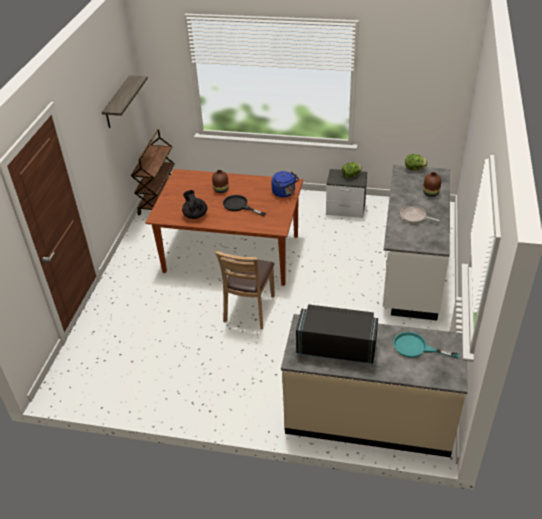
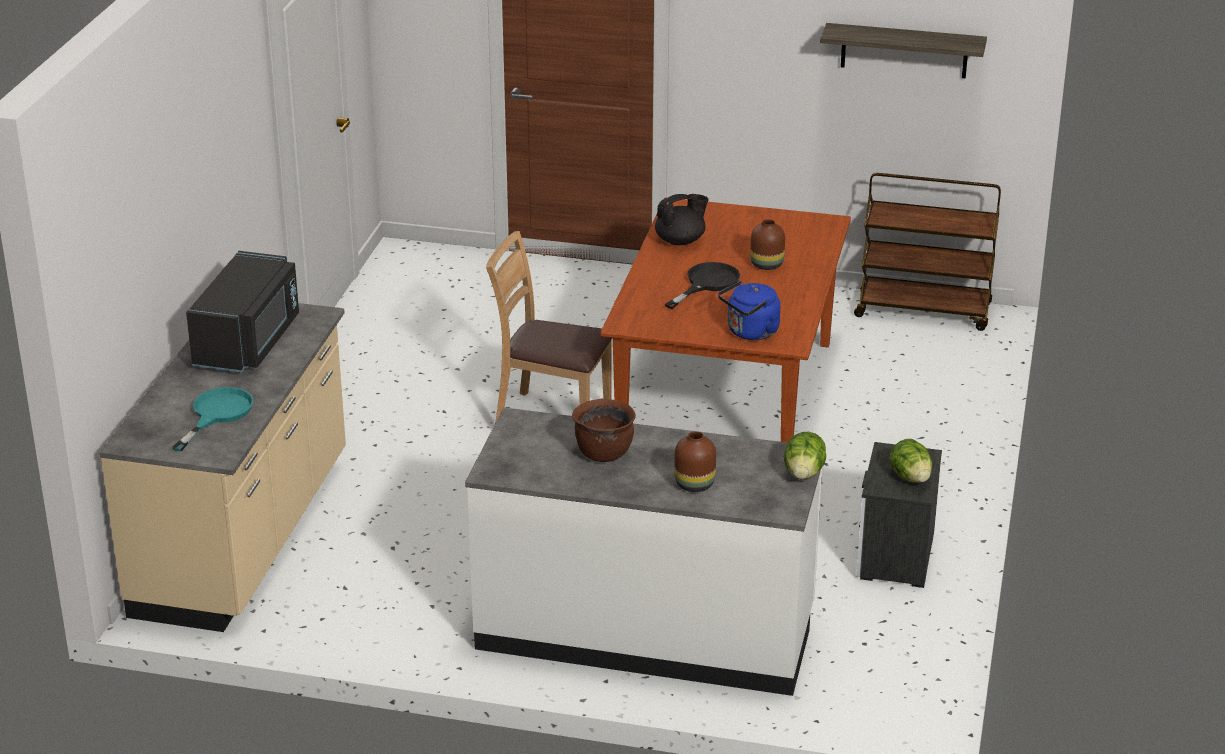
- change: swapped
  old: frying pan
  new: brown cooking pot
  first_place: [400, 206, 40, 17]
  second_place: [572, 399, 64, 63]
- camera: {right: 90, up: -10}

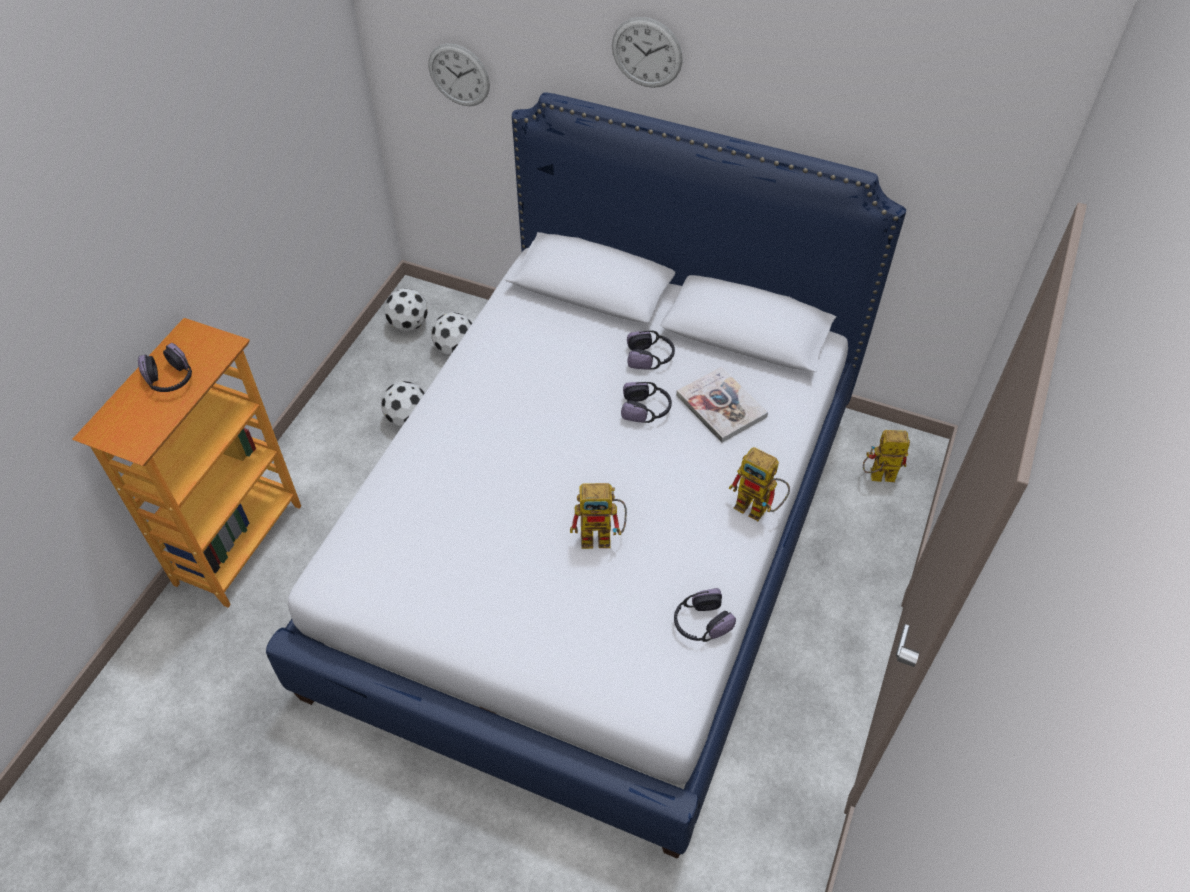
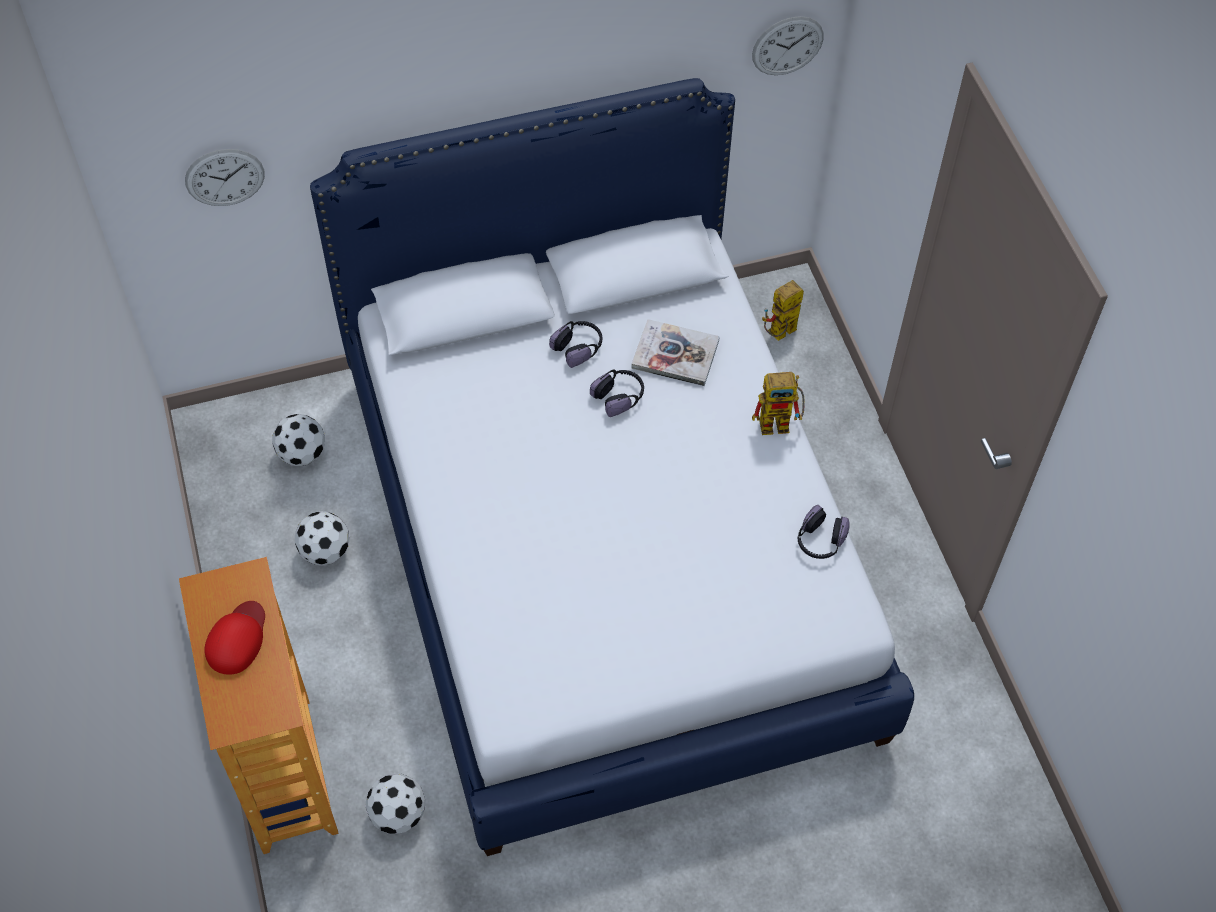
- change: swapped
  old: headphones
  new: red cap
  first_place: [138, 343, 54, 49]
  second_place: [204, 601, 61, 74]
- change: shifted
  old: football
  first_place: [384, 288, 44, 43]
  second_place: [366, 774, 59, 60]
- change: gone
  old: toy robot
  first_place: [570, 483, 57, 66]
- change: shifted
  old: wall clock
  first_place: [612, 17, 71, 71]
  second_place: [752, 16, 72, 59]
- camera: {right: -40, up: 5}

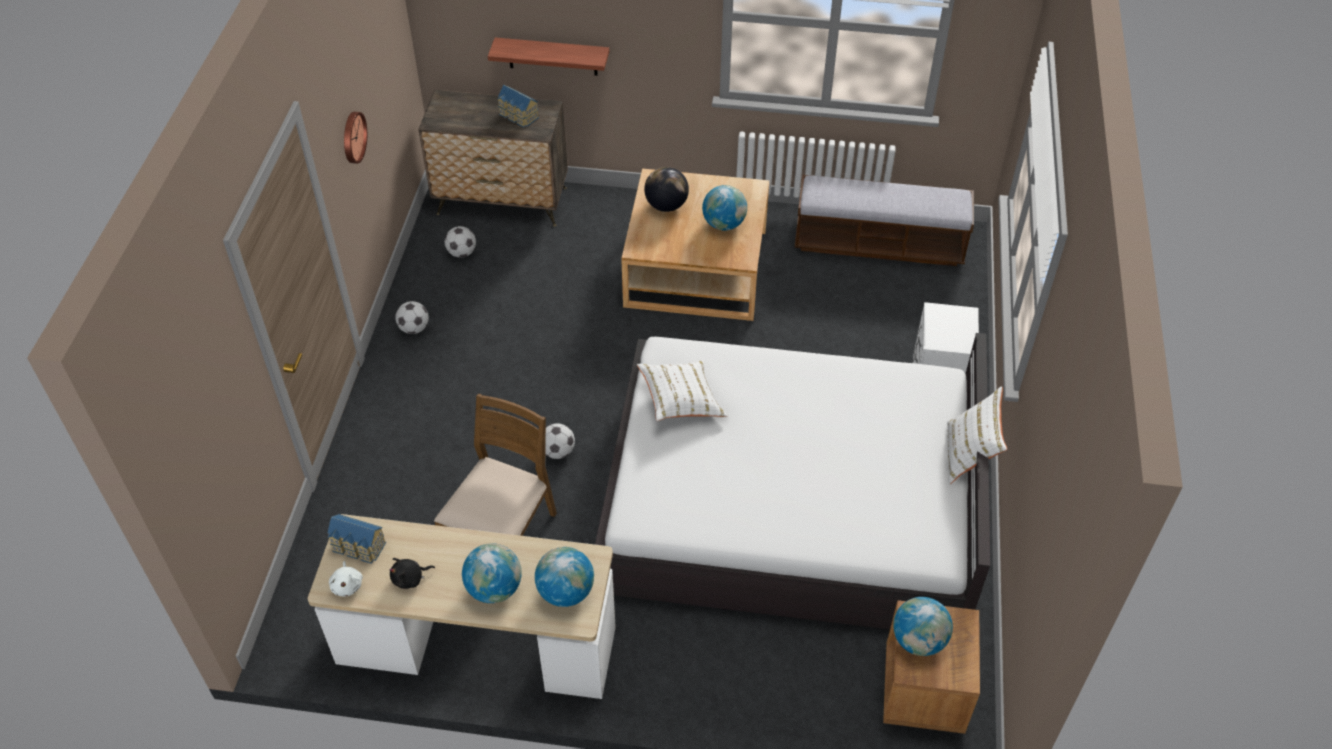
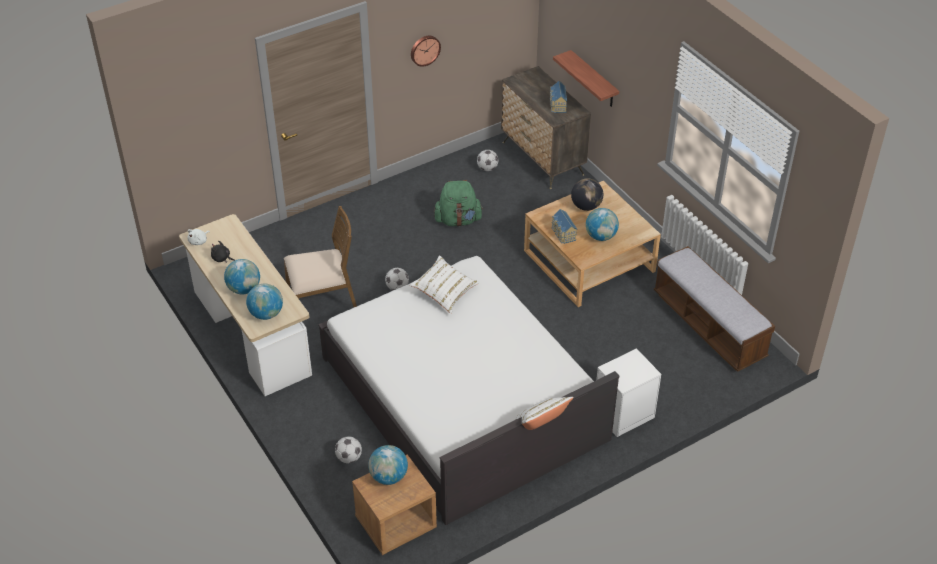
- change: shifted
  old: toy house
  first_place: [328, 514, 58, 50]
  second_place: [551, 209, 26, 35]
- change: shifted
  old: football
  first_place: [395, 301, 34, 33]
  second_place: [335, 436, 27, 27]
- change: new
  new: green backpack
  second_place: [434, 180, 49, 46]
- camera: {right: 50, up: -5}

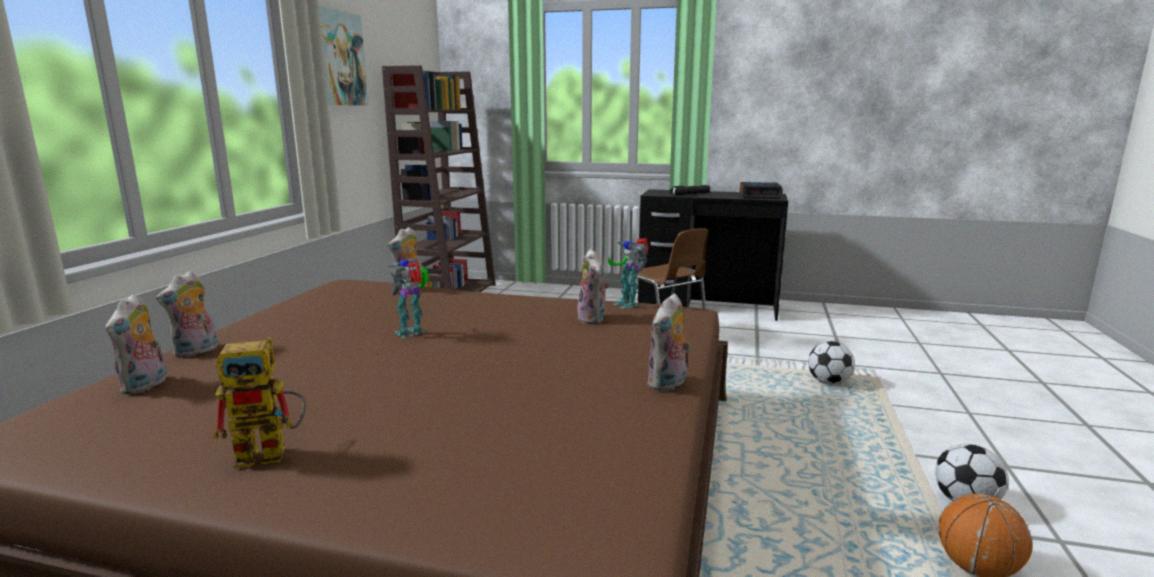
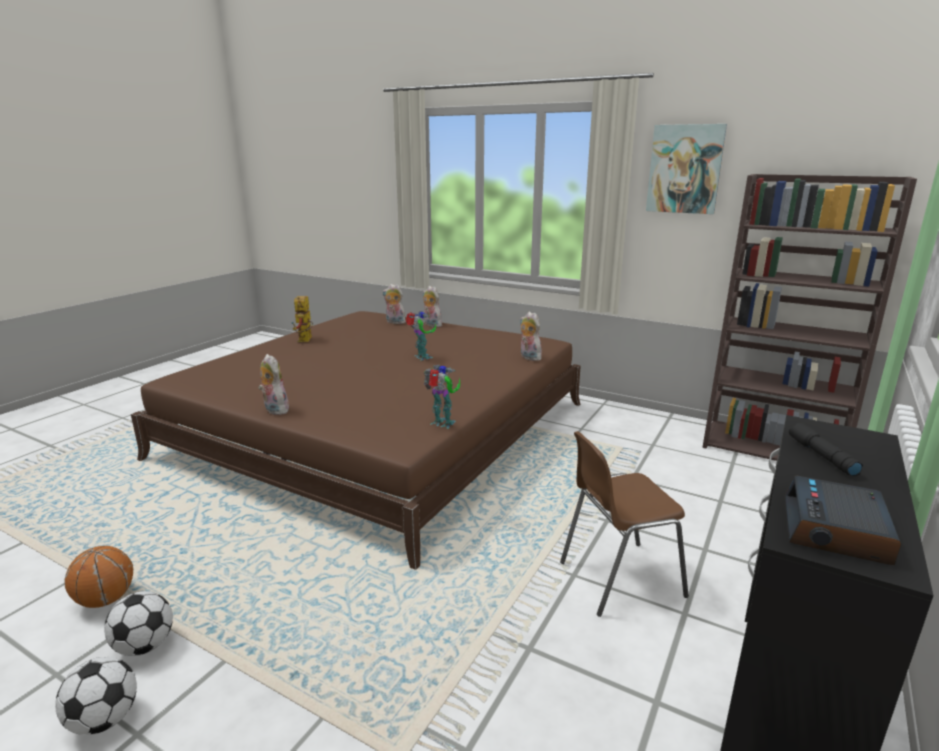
- change: gone
  old: plush toy
  first_place: [577, 249, 32, 75]
- change: rotated
  old: toy robot
  first_place: [608, 238, 41, 71]
  second_place: [423, 365, 38, 64]
  degrees: 45
- change: shifted
  old: football
  first_place: [808, 341, 47, 44]
  second_place: [55, 657, 82, 78]
- camera: {right: 105, up: 5}

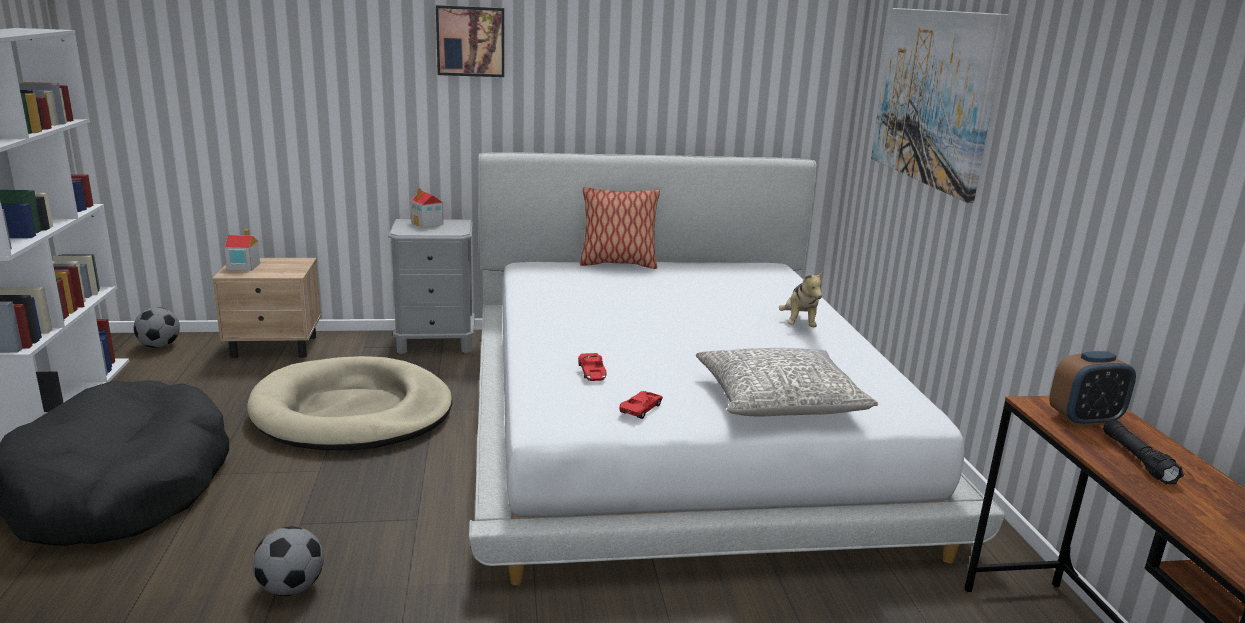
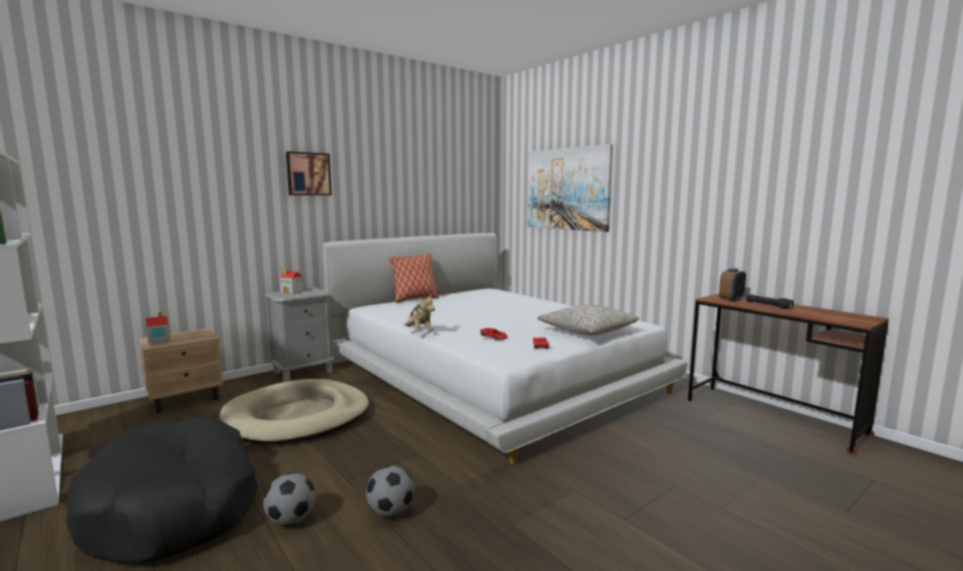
- change: shifted
  old: football
  first_place: [134, 307, 46, 41]
  second_place: [263, 473, 53, 53]
- change: shifted
  old: plush toy
  first_place: [779, 270, 45, 57]
  second_place: [404, 293, 31, 39]
- camera: {right: -30, up: -10}

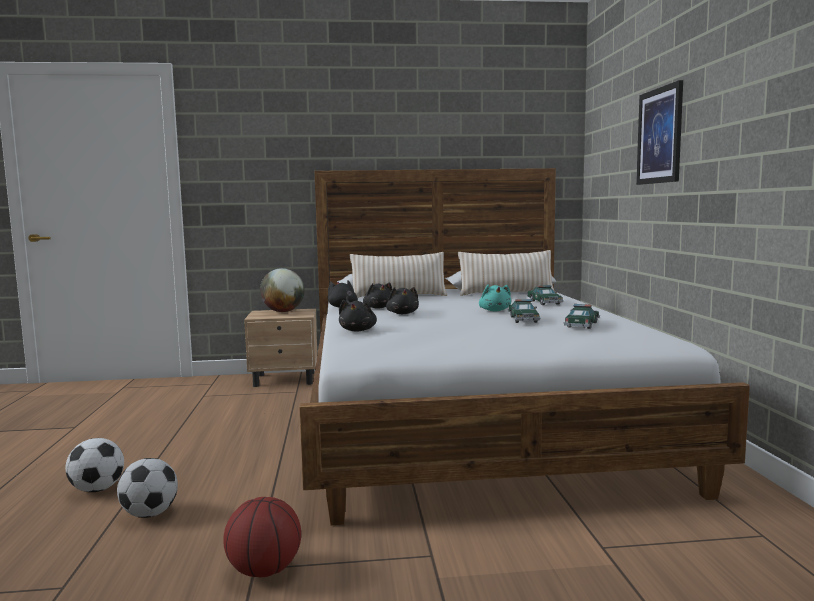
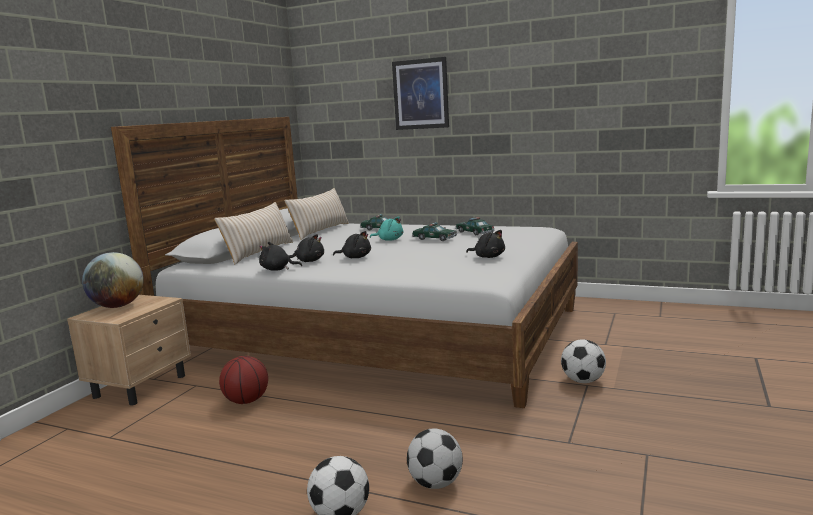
- change: shifted
  old: basketball
  first_place: [223, 497, 78, 80]
  second_place: [219, 356, 49, 48]
- change: shifted
  old: black plush toy
  first_place: [339, 300, 38, 32]
  second_place: [466, 230, 39, 28]
- change: new
  new: football
  second_place: [561, 339, 45, 44]
- camera: {right: -60, up: 5}

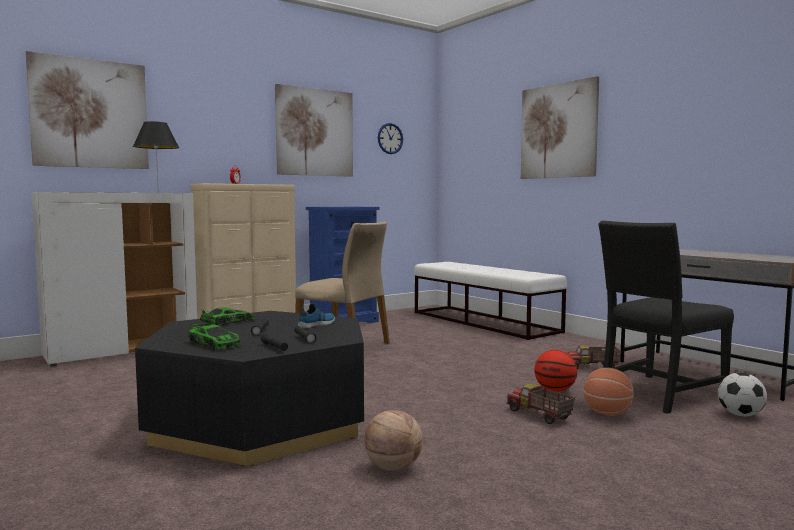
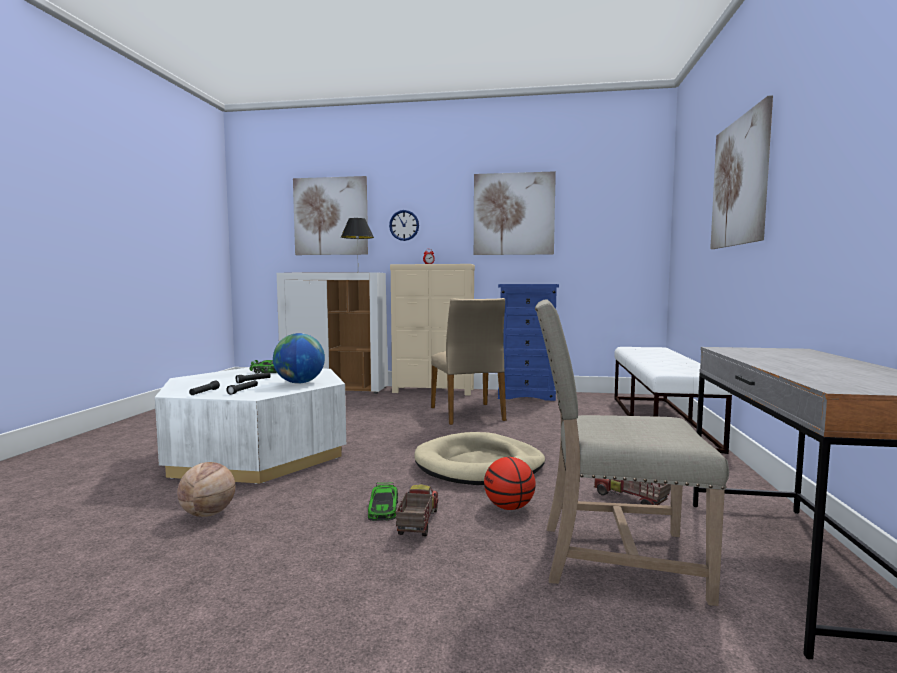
- change: repainted
  old: black coffee table
  new: white coffee table
  first_place: [135, 311, 229, 155]
  second_place: [155, 367, 191, 117]
- change: shifted
  old: toy car
  first_place: [188, 322, 53, 28]
  second_place: [368, 482, 30, 39]
- change: swapped
  old: shoe
  new: globe
  first_place: [298, 301, 37, 28]
  second_place: [273, 333, 52, 51]
- change: shifted
  old: wall clock
  first_place: [378, 123, 25, 31]
  second_place: [389, 210, 30, 31]
- change: gone
  old: basketball
  first_place: [584, 368, 50, 48]
- change: repainted
  old: black chair
  new: beige chair
  first_place: [598, 221, 136, 193]
  second_place: [535, 300, 194, 306]
- change: gone
  old: football
  first_place: [718, 373, 49, 43]
- change: new
  new: beige dog bed
  second_place: [414, 432, 131, 53]
- camera: {right: 45, up: 0}

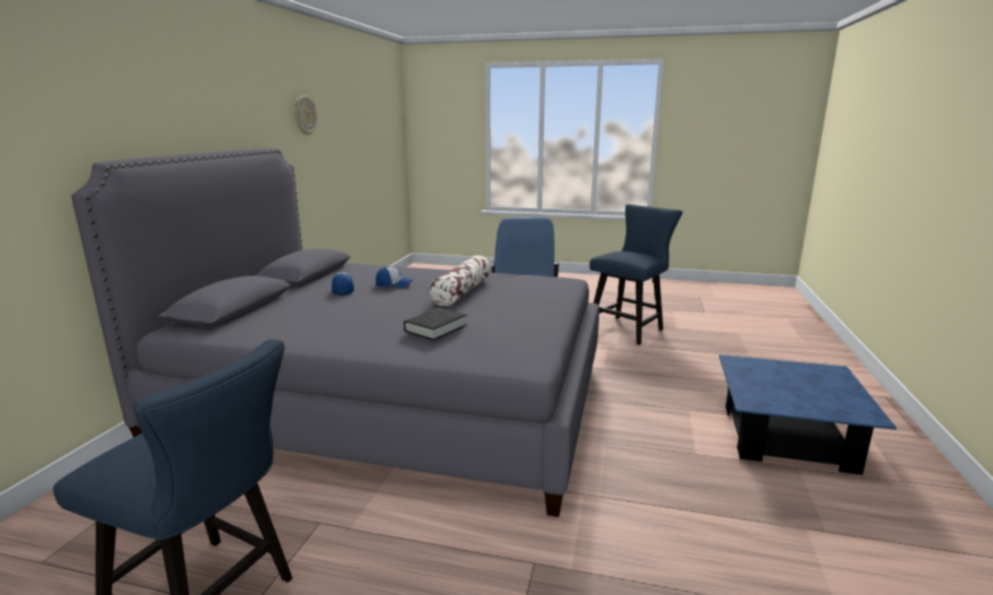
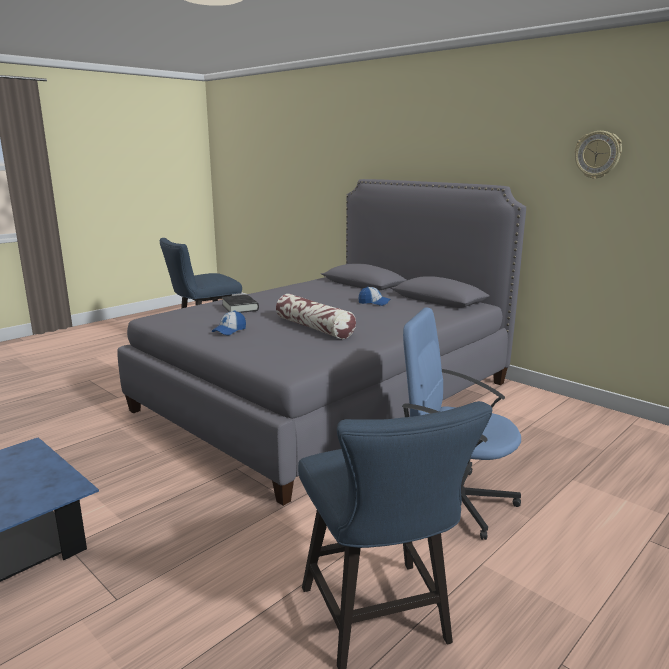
- change: shifted
  old: cap
  first_place: [376, 267, 37, 21]
  second_place: [212, 310, 34, 25]
- camera: {right: 120, up: 0}

